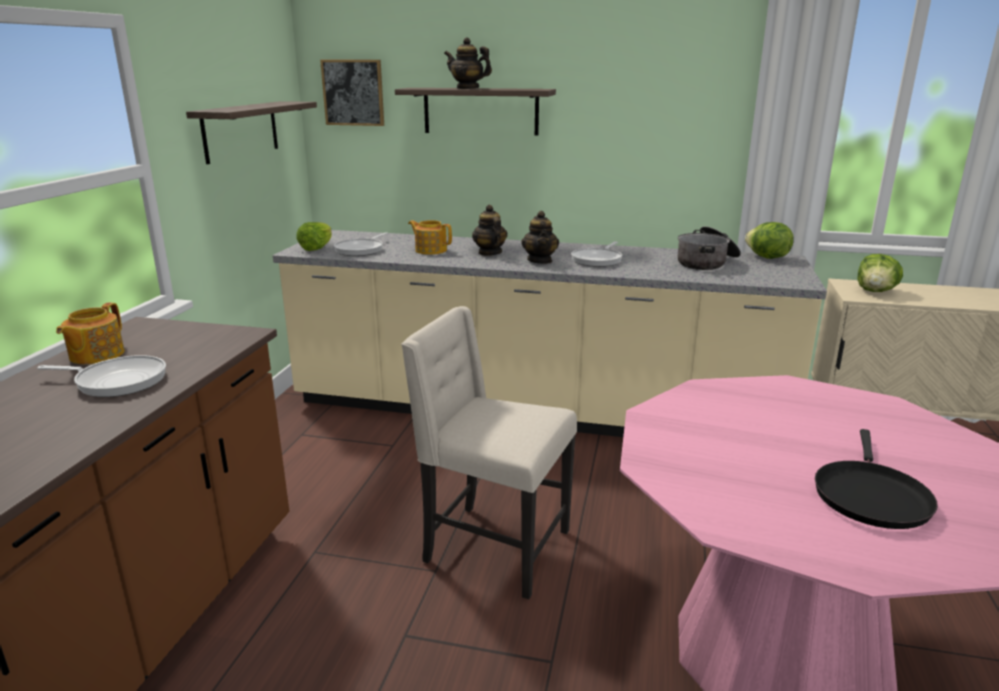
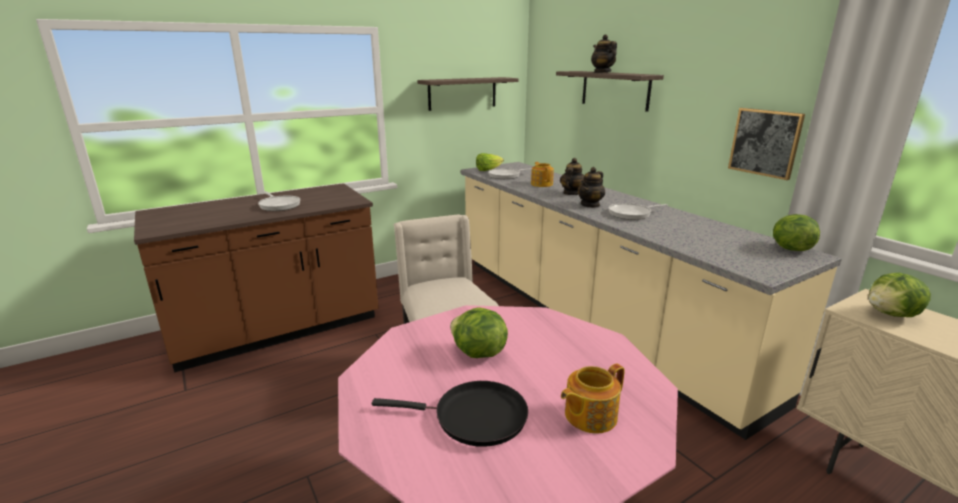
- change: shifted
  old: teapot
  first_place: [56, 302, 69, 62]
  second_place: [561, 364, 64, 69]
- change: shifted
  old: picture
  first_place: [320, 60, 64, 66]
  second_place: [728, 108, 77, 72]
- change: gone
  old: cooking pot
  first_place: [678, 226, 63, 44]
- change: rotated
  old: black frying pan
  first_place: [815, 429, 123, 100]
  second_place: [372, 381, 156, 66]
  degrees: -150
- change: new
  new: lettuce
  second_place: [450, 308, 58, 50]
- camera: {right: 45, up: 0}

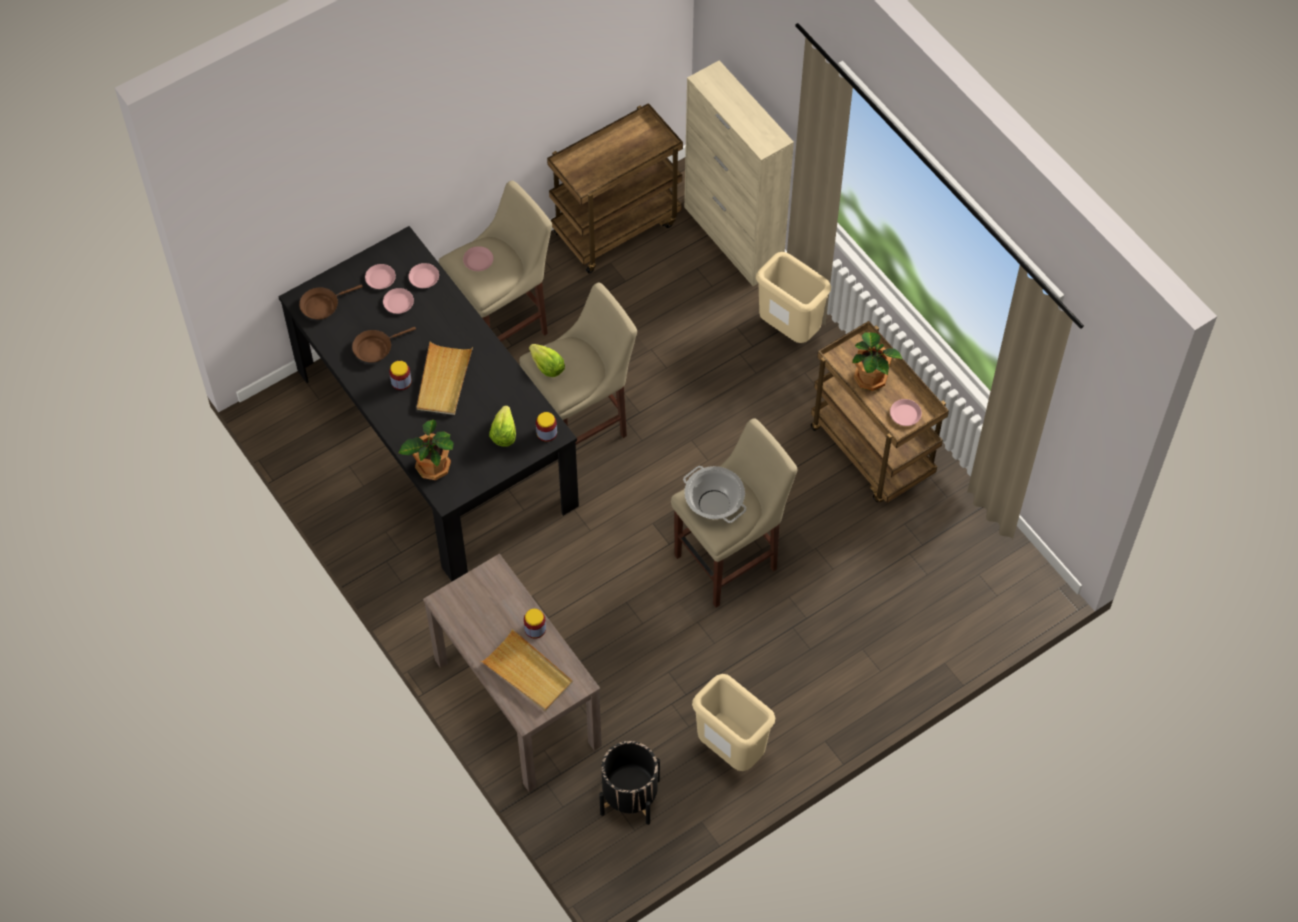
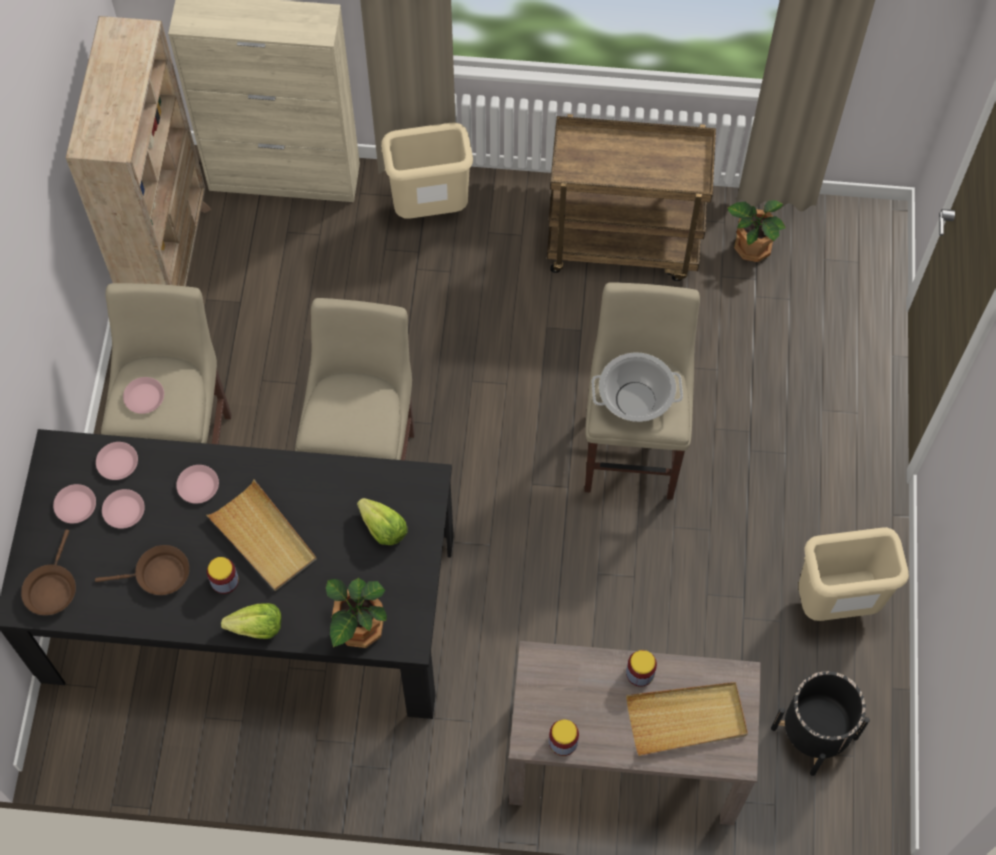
- change: rotated
  old: brown frying pan
  first_place: [352, 327, 64, 36]
  second_place: [95, 545, 94, 50]
  degrees: -105
- change: shifted
  old: lettuce
  first_place: [529, 344, 36, 33]
  second_place: [221, 603, 61, 36]
- change: shifted
  old: jar
  first_place: [536, 412, 21, 30]
  second_place: [549, 720, 30, 36]
- change: swapped
  old: brown cart
  new: beige bookcase
  first_place: [547, 103, 136, 171]
  second_place: [66, 16, 146, 270]
- change: shifted
  old: potted plant
  first_place: [852, 332, 51, 59]
  second_place: [728, 200, 58, 62]
- change: shifted
  old: pink plate
  first_place: [890, 399, 32, 27]
  second_place: [176, 465, 43, 39]
- camera: {right: -50, up: 5}

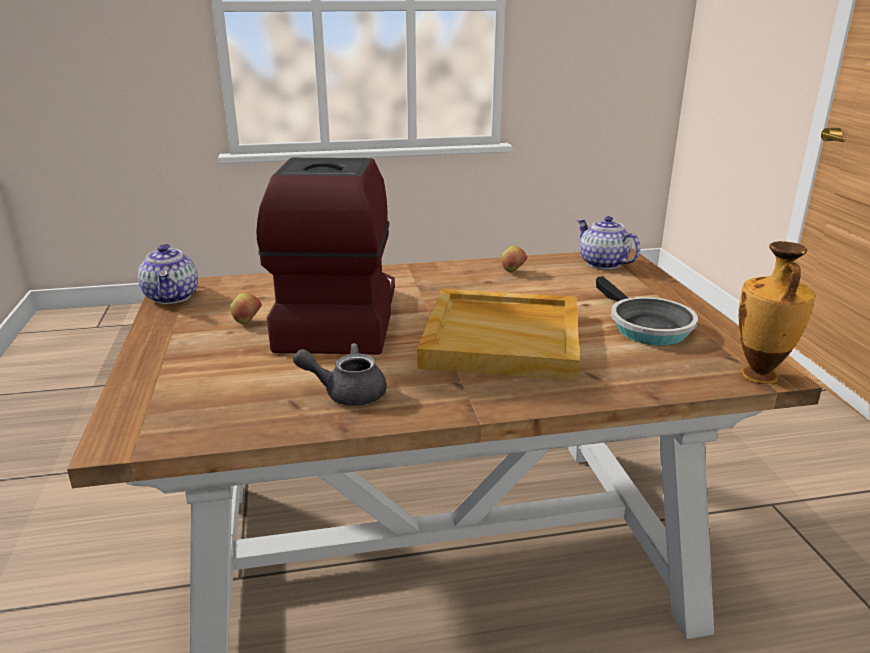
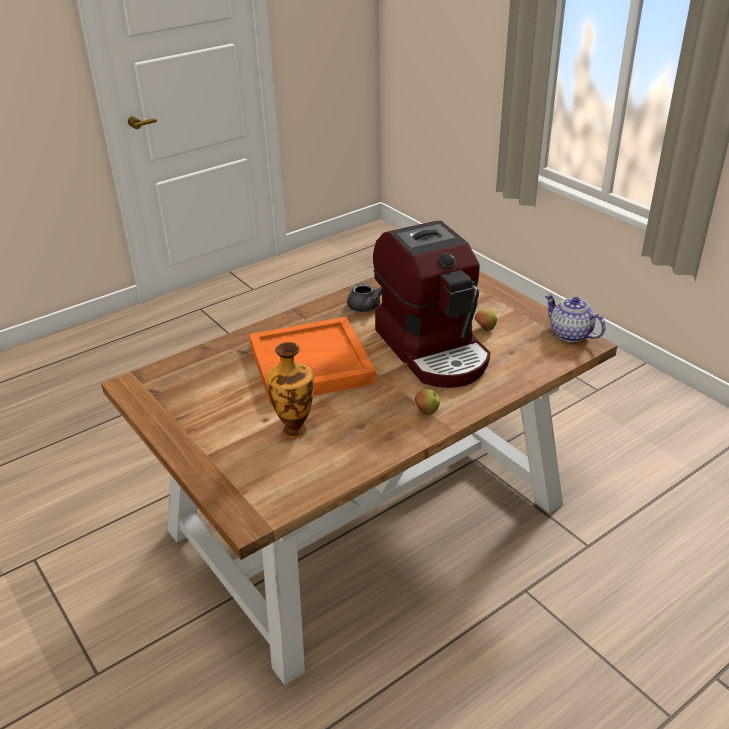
- change: repainted
  old: beige tray
  new: orange tray
  first_place: [417, 289, 163, 92]
  second_place: [249, 317, 127, 88]
- change: shifted
  old: apple
  first_place: [501, 246, 26, 27]
  second_place: [415, 389, 25, 25]
- change: gone
  old: teapot
  first_place: [577, 216, 63, 53]
- change: gone
  old: frying pan
  first_place: [596, 276, 102, 69]
- change: shifted
  old: vase
  first_place: [739, 241, 76, 143]
  second_place: [266, 342, 48, 97]
- camera: {right: 155, up: 10}

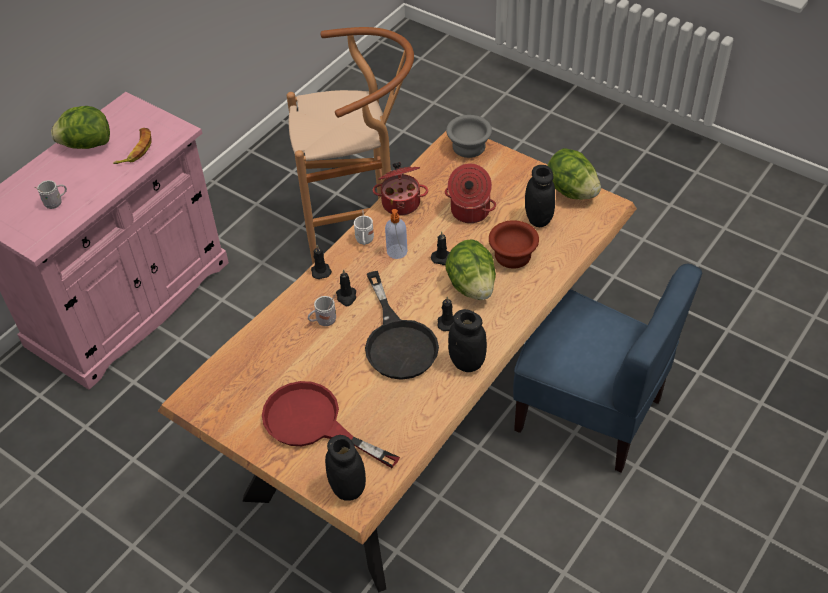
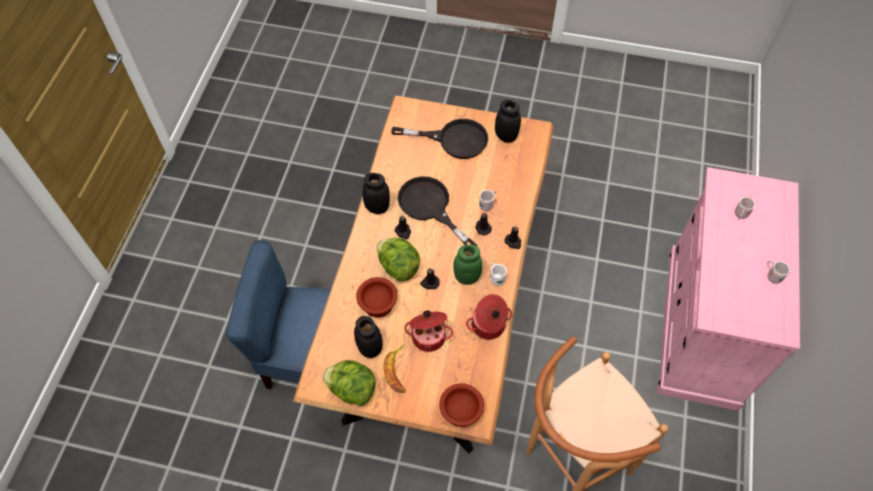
- change: swapped
  old: lettuce
  new: white mug
  first_place: [51, 106, 59, 43]
  second_place: [767, 261, 24, 23]
- change: shifted
  old: banana
  first_place: [113, 128, 39, 36]
  second_place: [383, 345, 23, 48]
- change: repainted
  old: red frying pan
  new: black frying pan
  first_place: [262, 381, 138, 87]
  second_place: [391, 119, 97, 40]
- change: shifted
  old: black jar
  first_place: [325, 435, 41, 66]
  second_place: [495, 100, 26, 43]
- change: swapped
  old: soap dispenser
  new: green jar
  first_place: [385, 209, 22, 50]
  second_place: [453, 245, 29, 40]
- change: repainted
  old: grey bowl
  new: brown bowl
  first_place: [446, 115, 46, 43]
  second_place: [439, 383, 45, 44]
- camera: {right: 155, up: 10}

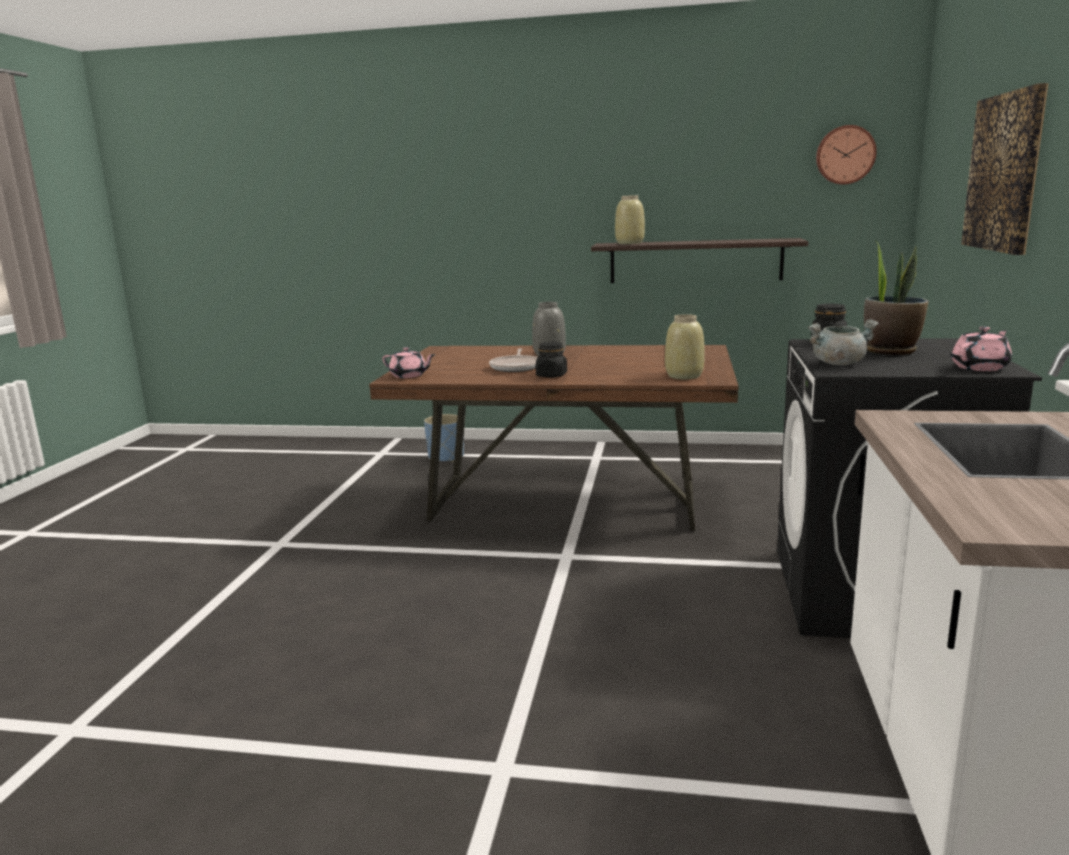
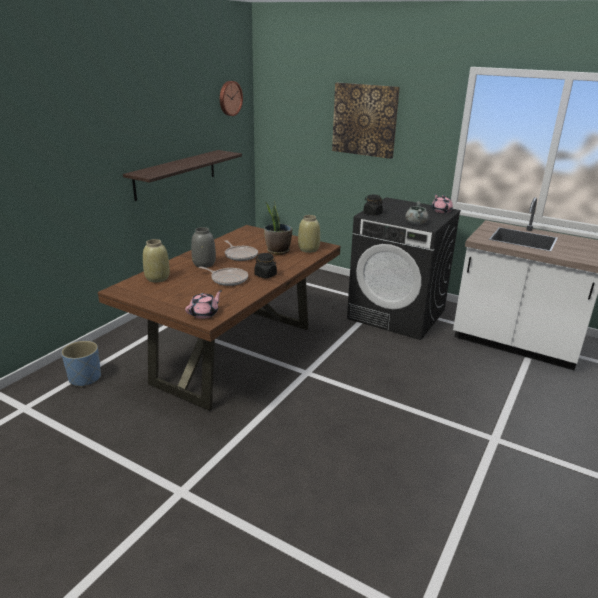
- change: shifted
  old: beige vase
  first_place: [615, 195, 30, 49]
  second_place: [143, 239, 27, 44]
- change: shifted
  old: potted plant
  first_place: [864, 240, 65, 115]
  second_place: [264, 201, 28, 54]
- change: new
  new: frying pan
  second_place: [225, 240, 33, 21]
- camera: {right: -70, up: 10}

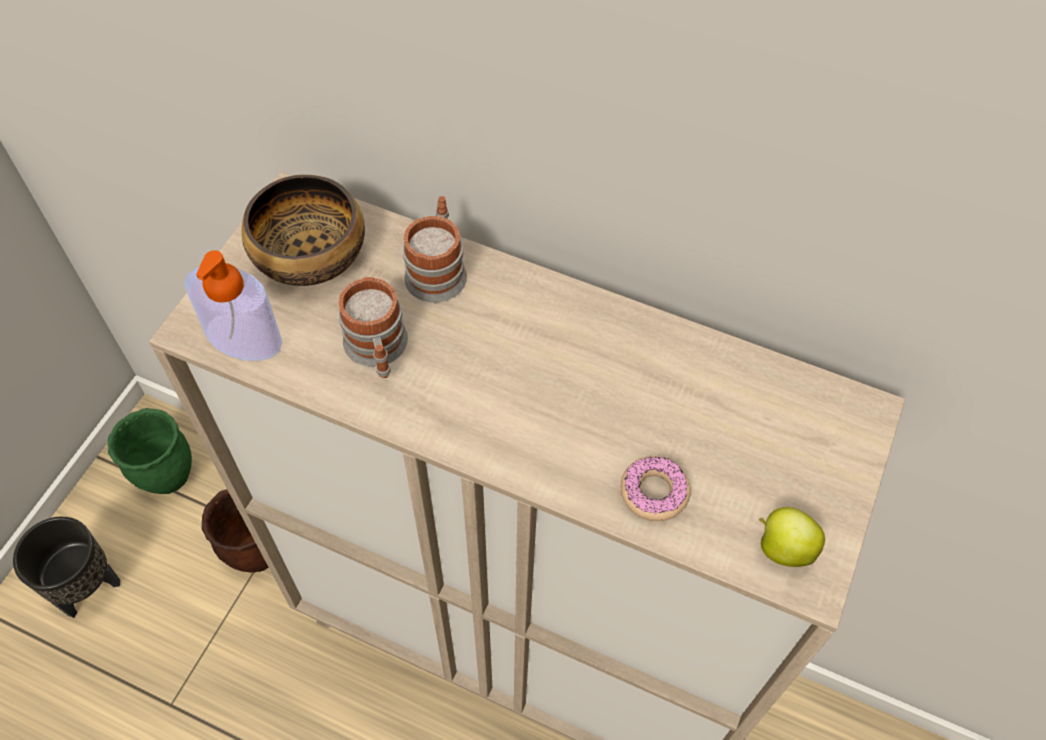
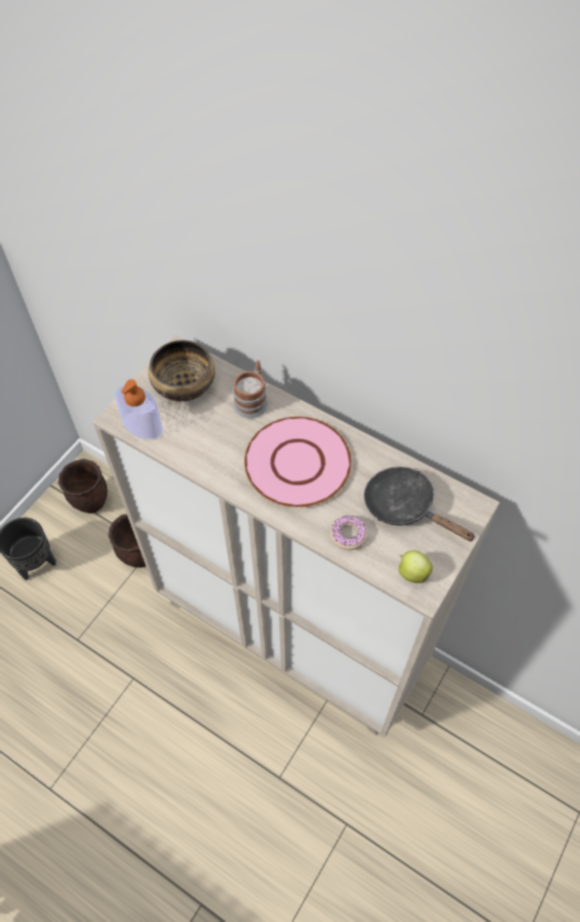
- change: repainted
  old: green planter
  new: brown planter
  first_place: [108, 408, 84, 86]
  second_place: [58, 459, 49, 55]
- change: gone
  old: mug
  first_place: [338, 277, 70, 101]
- change: new
  new: pink plate
  second_place: [244, 416, 108, 92]
- change: new
  new: black frying pan
  second_place: [364, 467, 112, 75]
- camera: {right: 10, up: 0}

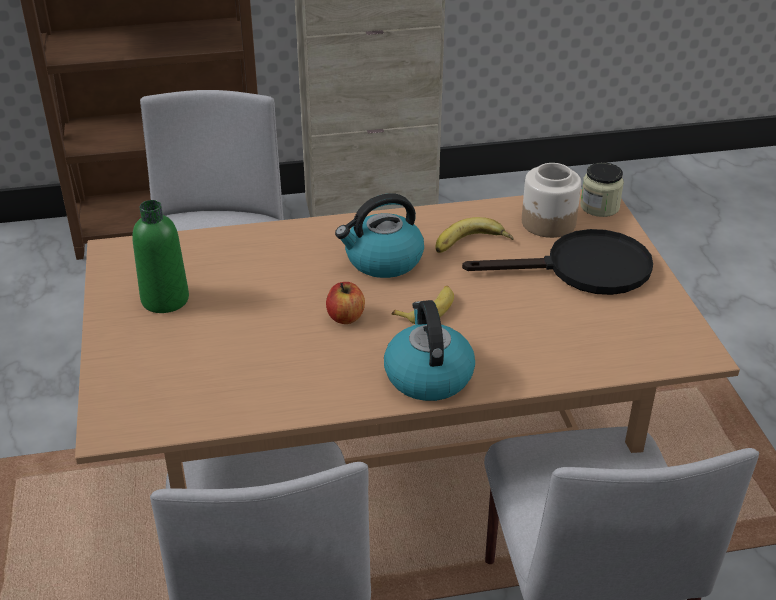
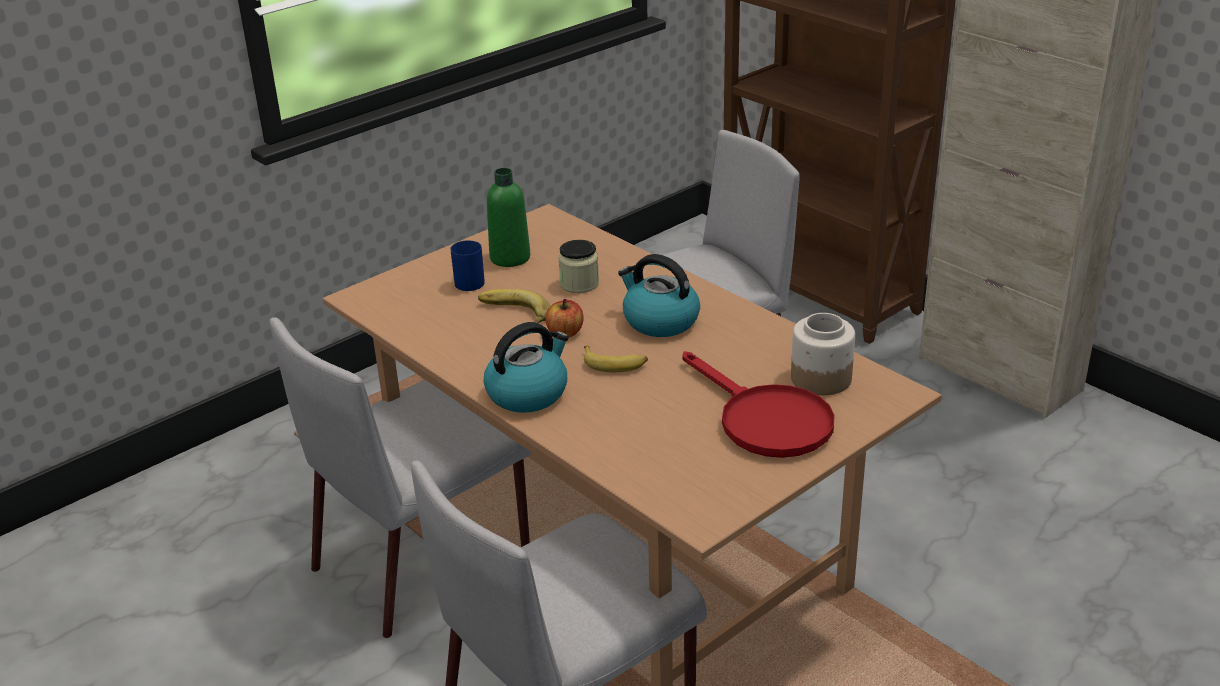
- change: shifted
  old: banana
  first_place: [436, 217, 78, 36]
  second_place: [478, 289, 72, 35]
- change: repainted
  old: black frying pan
  new: red frying pan
  first_place: [462, 229, 191, 66]
  second_place: [682, 351, 153, 107]
- change: shifted
  old: jar
  first_place: [580, 162, 44, 55]
  second_place: [558, 240, 41, 53]
- change: new
  new: blue mug
  second_place: [451, 240, 34, 51]
- camera: {right: 60, up: -5}

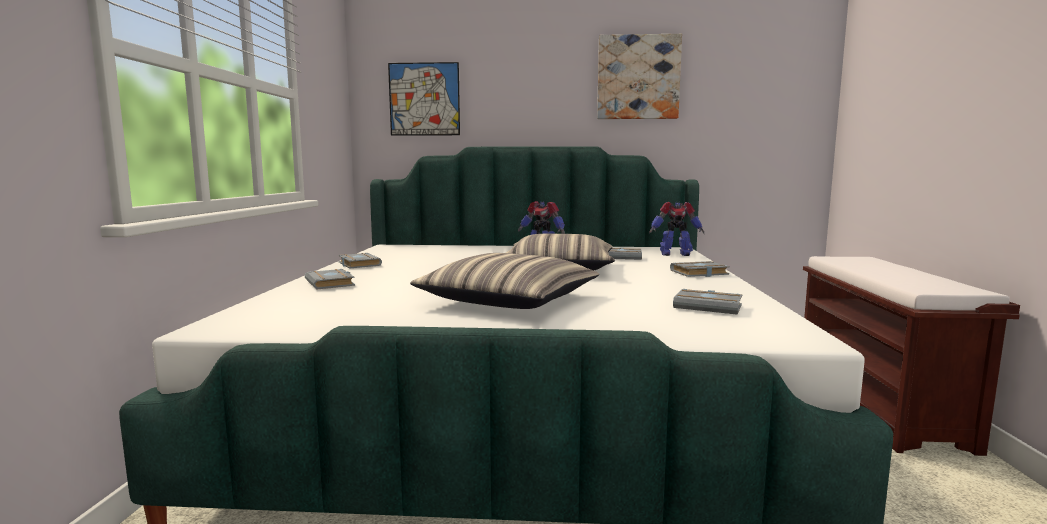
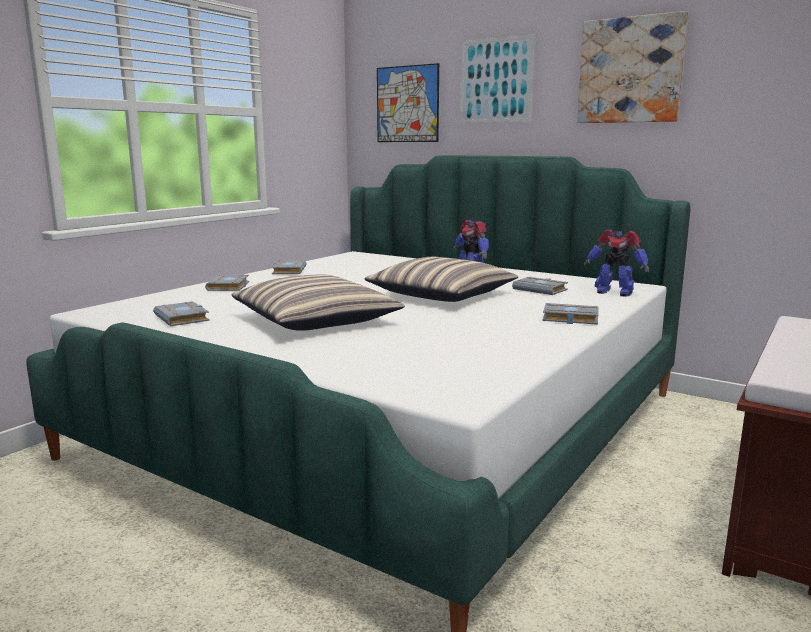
- change: shifted
  old: grey book
  first_place: [673, 289, 69, 26]
  second_place: [153, 301, 57, 25]
- change: new
  new: picture
  second_place: [460, 34, 75, 89]
- camera: {right: 30, up: 5}

